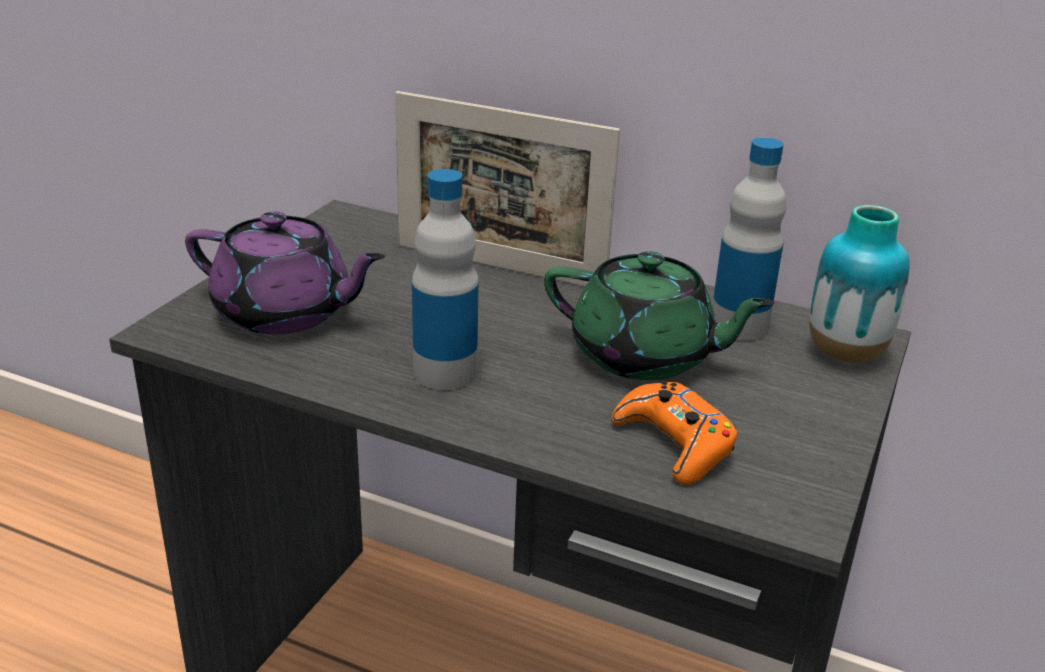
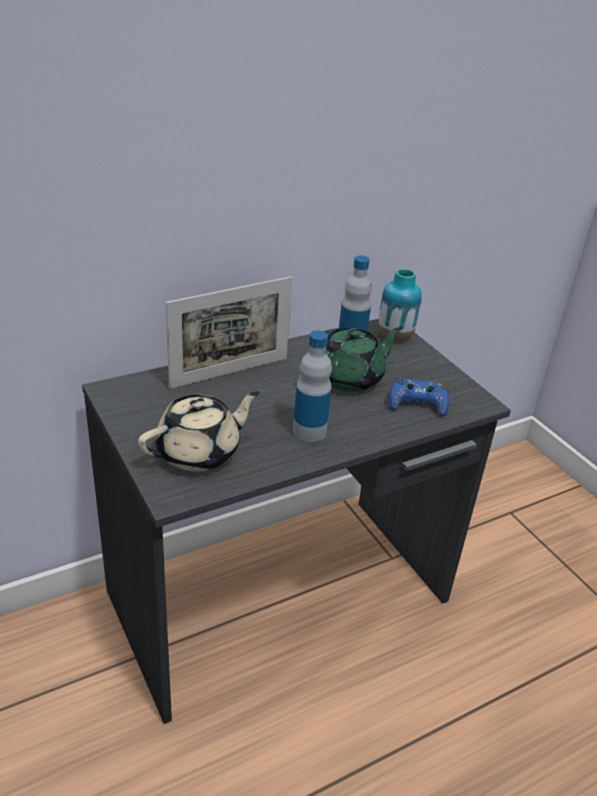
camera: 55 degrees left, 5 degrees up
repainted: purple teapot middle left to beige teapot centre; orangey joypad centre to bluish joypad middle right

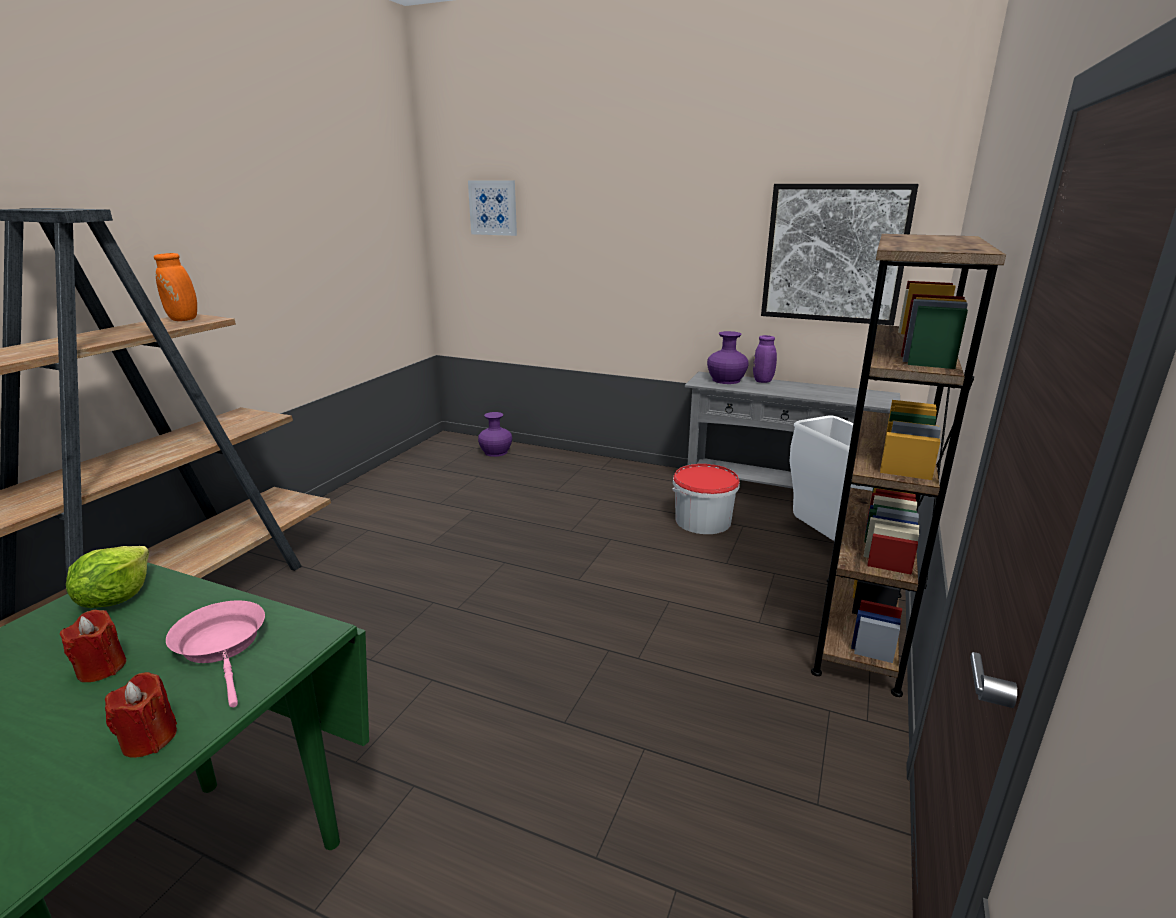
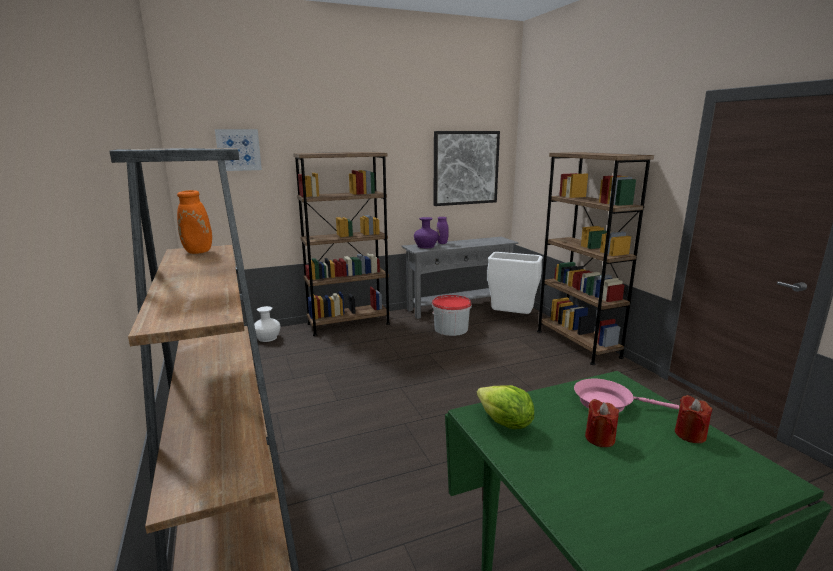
camera: 45 degrees left, 5 degrees down
new: brown-coloured bookshelf (no. 2 from left) centre
repainted: purple flower vase (no. 1 from left) centre to white flower vase middle left

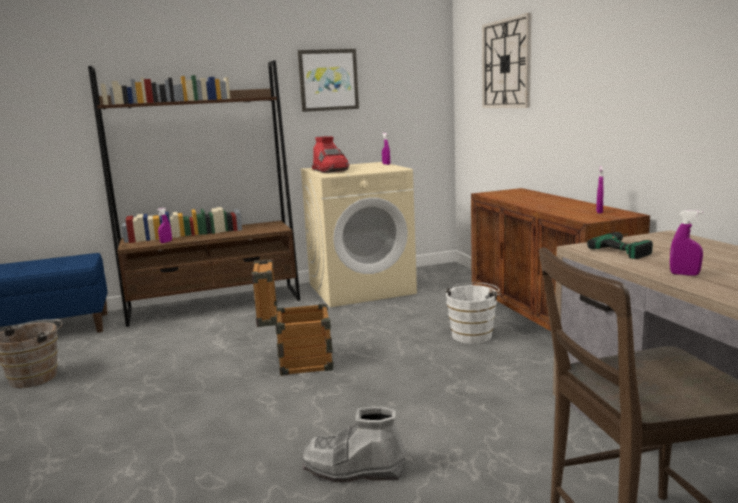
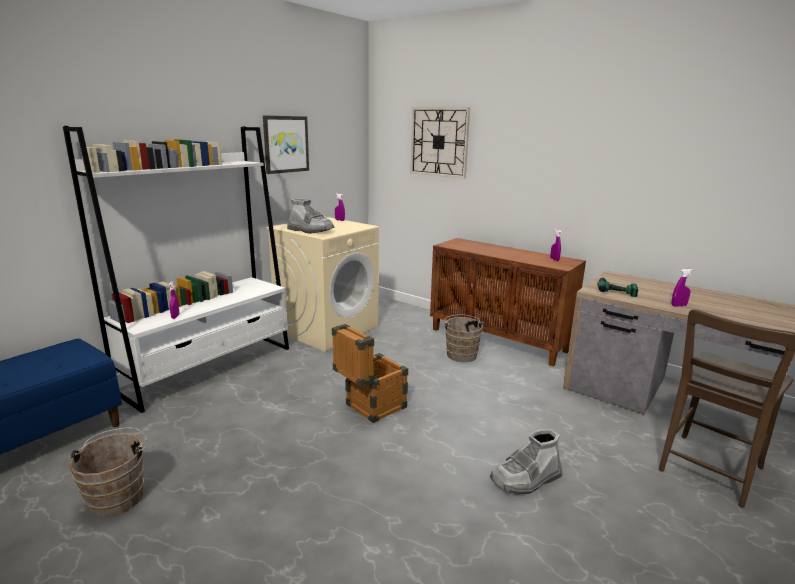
camera: 35 degrees left, 5 degrees up
repainted: brown-coloured bookshelf middle left to white bookshelf middle left; red-coloured tall boot top centre to grey tall boot (no. 1 from left) centre; white water bucket centre to brown-coloured water bucket (no. 2 from left) centre

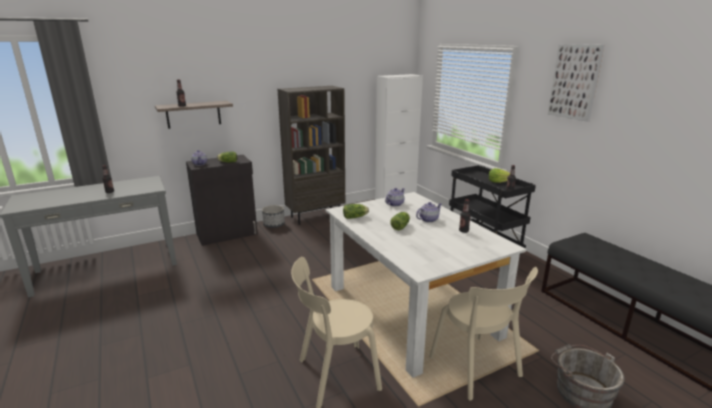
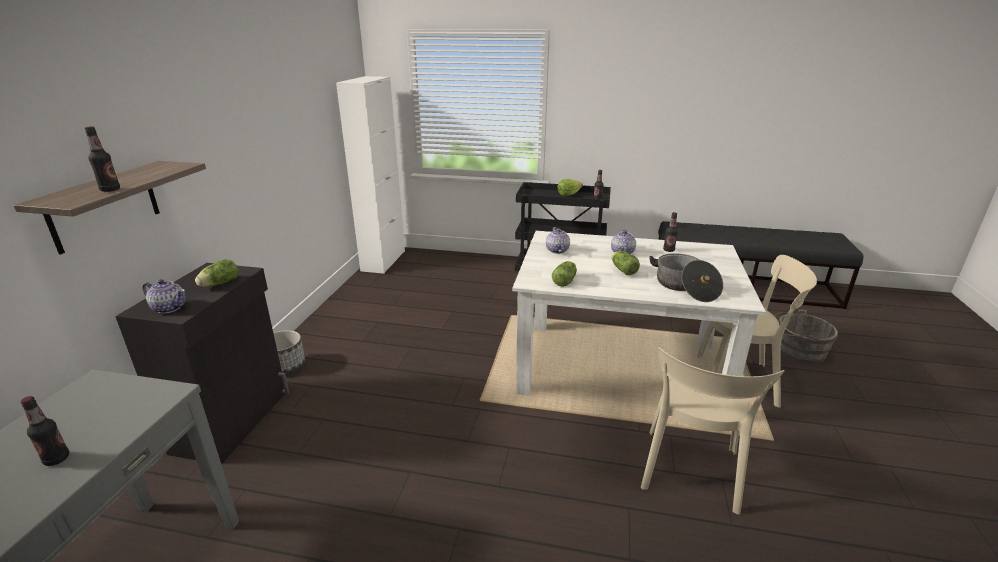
camera: 50 degrees left, 5 degrees up
gone: brown-coloured bookshelf centre; picture top right
new: saucepot middle right

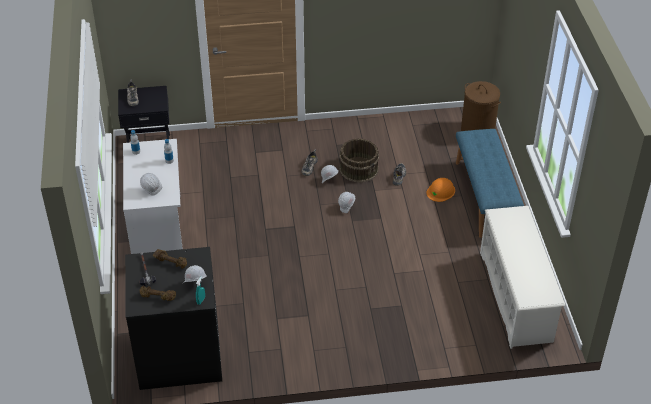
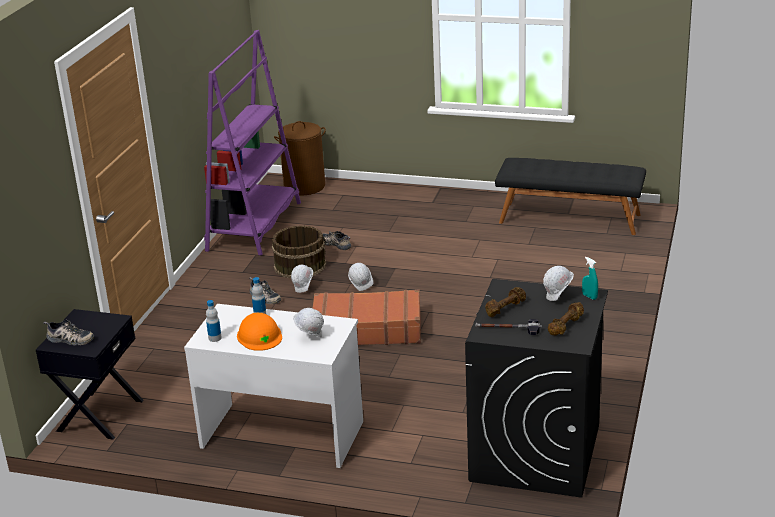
camera: 65 degrees left, 15 degrees down
gone: bluish bench middle right
new: purple bookshelf top left; brown-coloured travel case centre
shifted: orangey safety helmet middle right to centre
swapped: white shoe rack bottom right to black bench middle right

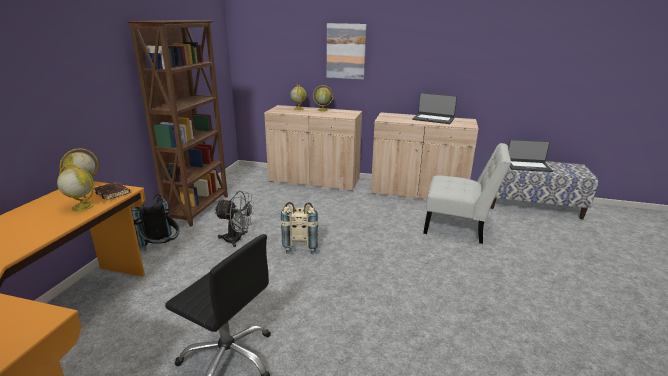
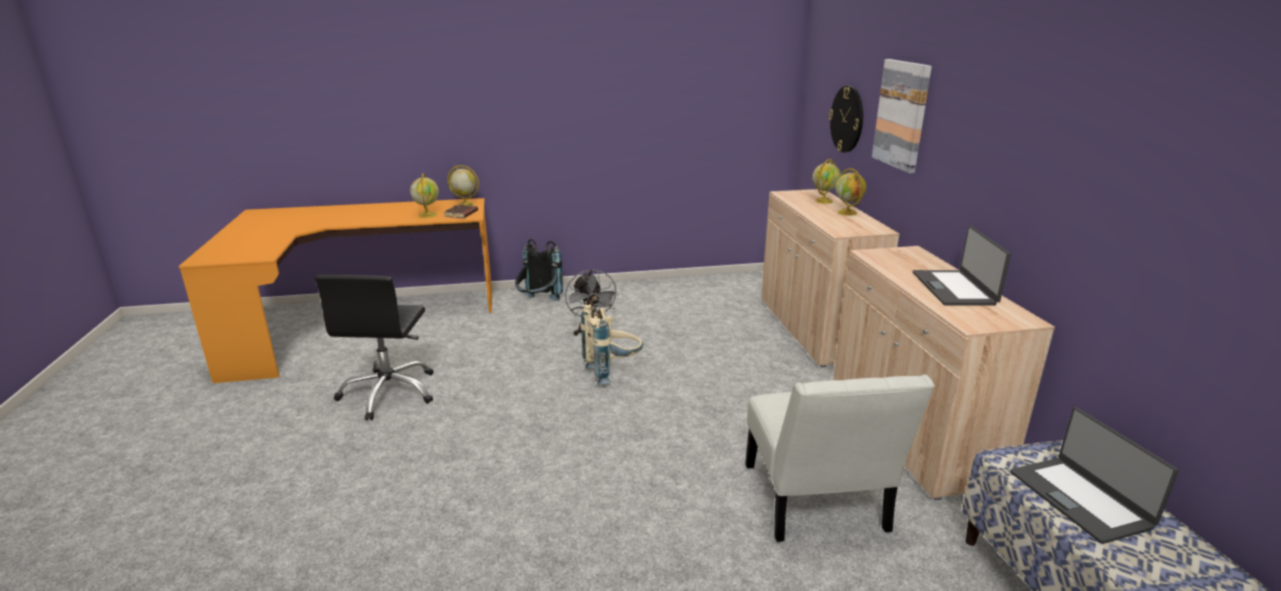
camera: 65 degrees right, 0 degrees up
gone: brown-coloured bookshelf top left
new: clock on the wall top centre

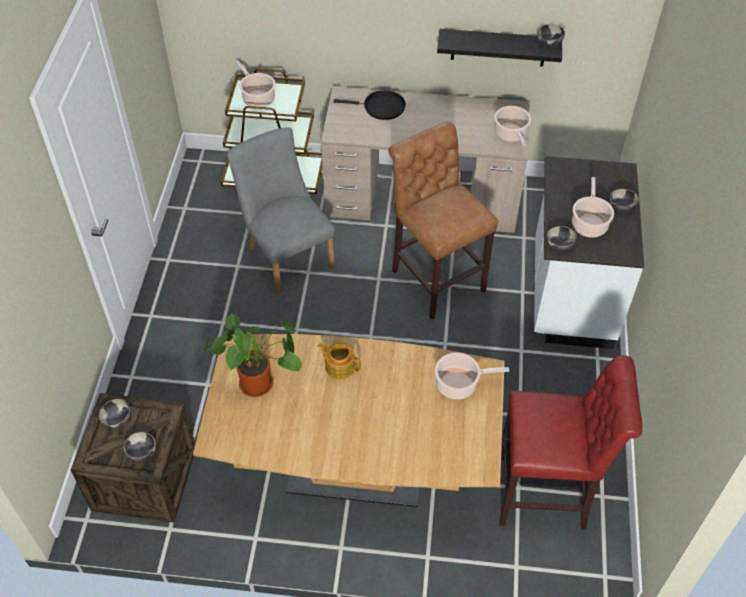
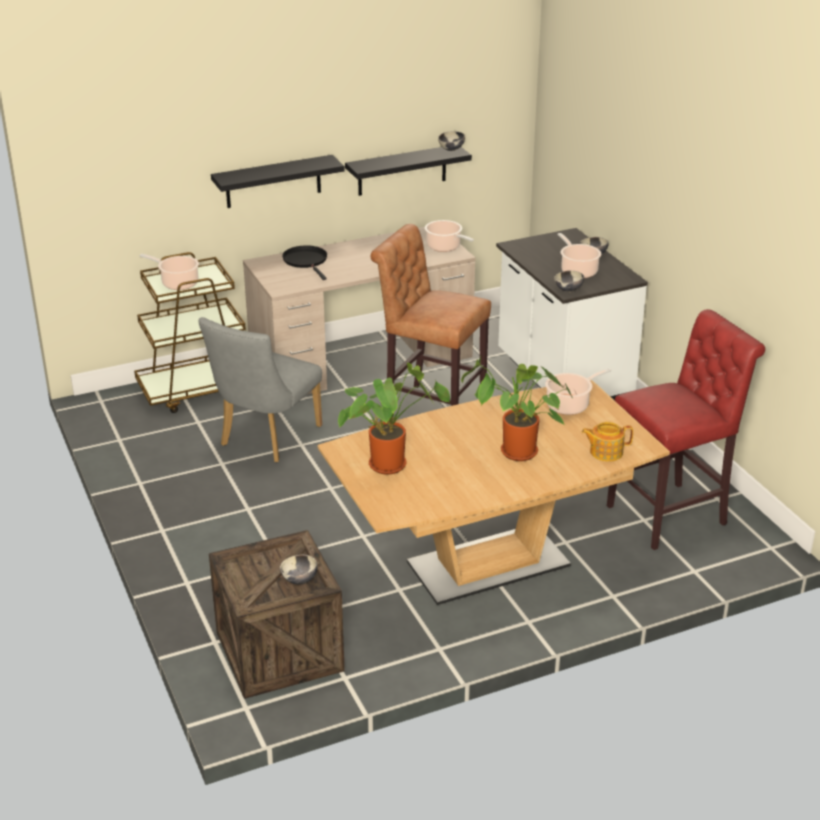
camera: 30 degrees left, 20 degrees down
gone: deep dish (no. 1 from left) bottom left
new: black shelf (no. 1 from left) top centre; potted plant (no. 2 from left) centre
shifted: teapot centre to middle right
rotated: grey upright chair centre = middle left 90 degrees counterclockwise; black skillet top centre = top centre 90 degrees counterclockwise

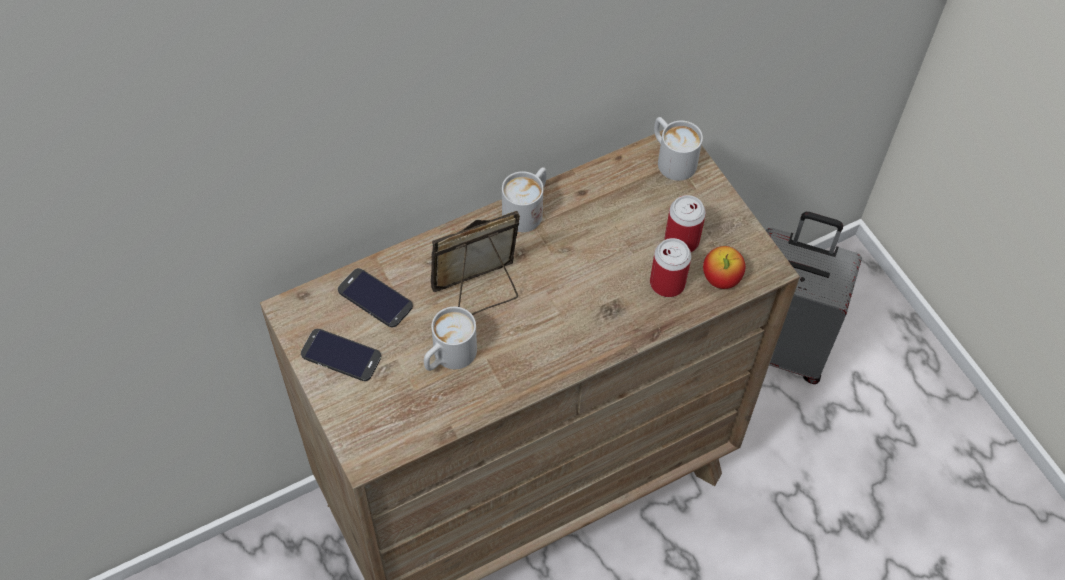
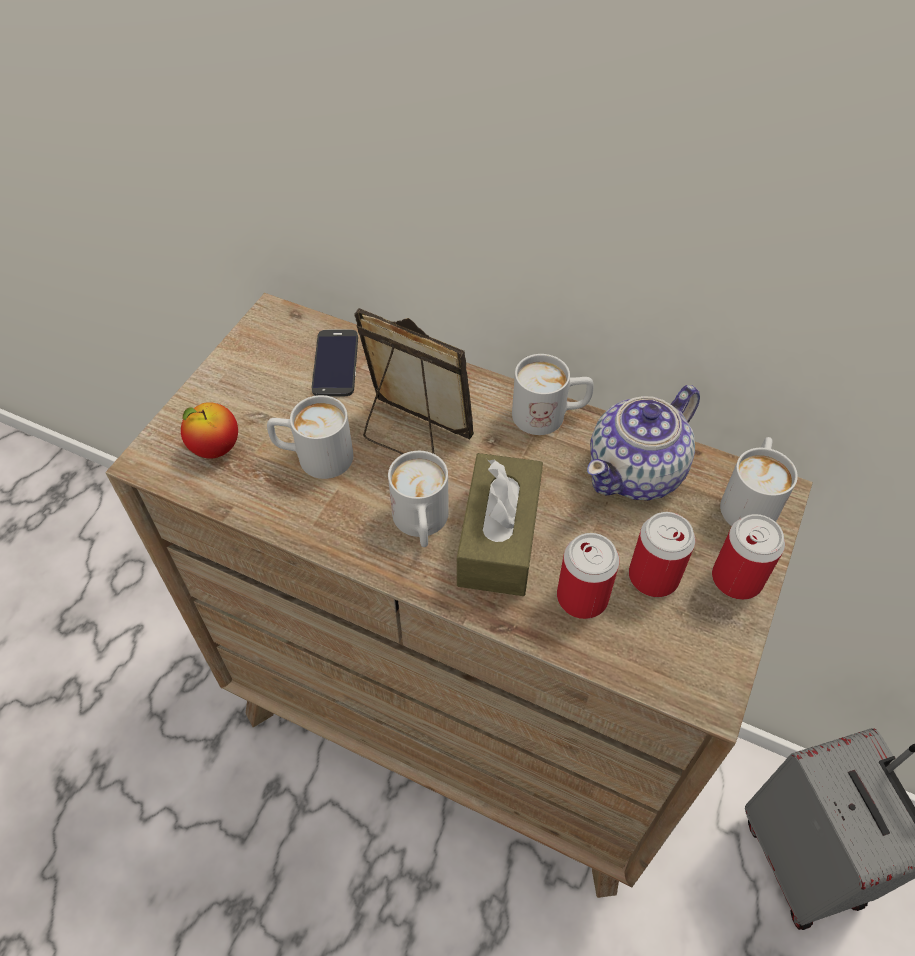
camera: 55 degrees right, 5 degrees down
gone: handset (no. 1 from left) middle left
new: white coffee mug (no. 2 from left) centre; brown-coloured box of tissues centre; teapot middle right; sealed can (no. 3 from left) middle right
shifted: apple middle right to middle left

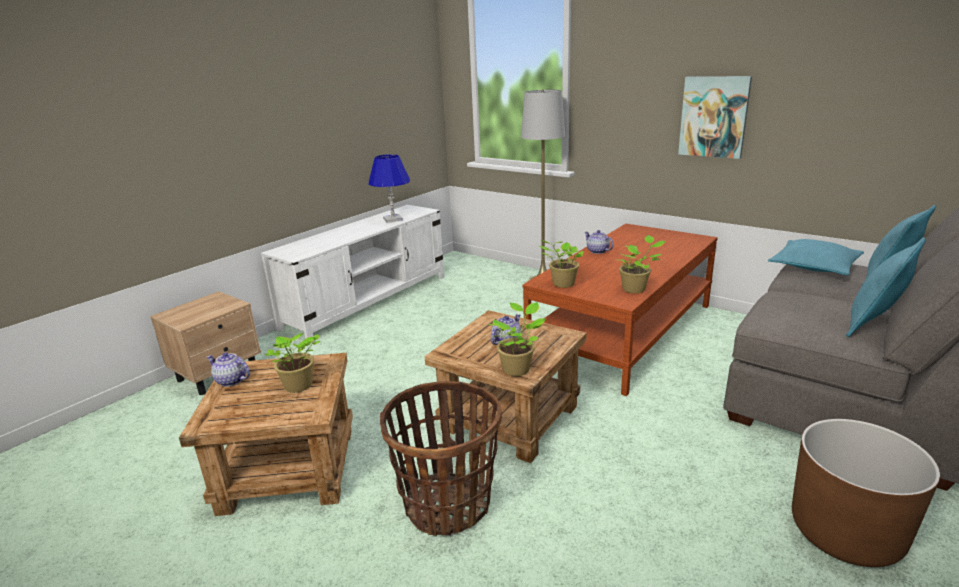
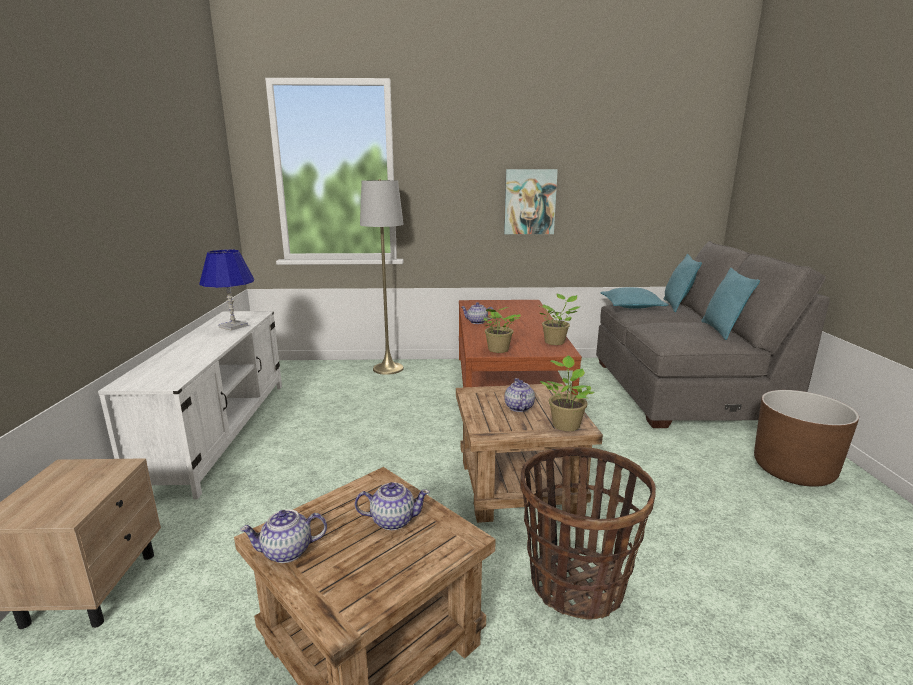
camera: 40 degrees left, 5 degrees down
swapped: potted plant (no. 1 from left) middle left to teapot (no. 2 from left) bottom centre

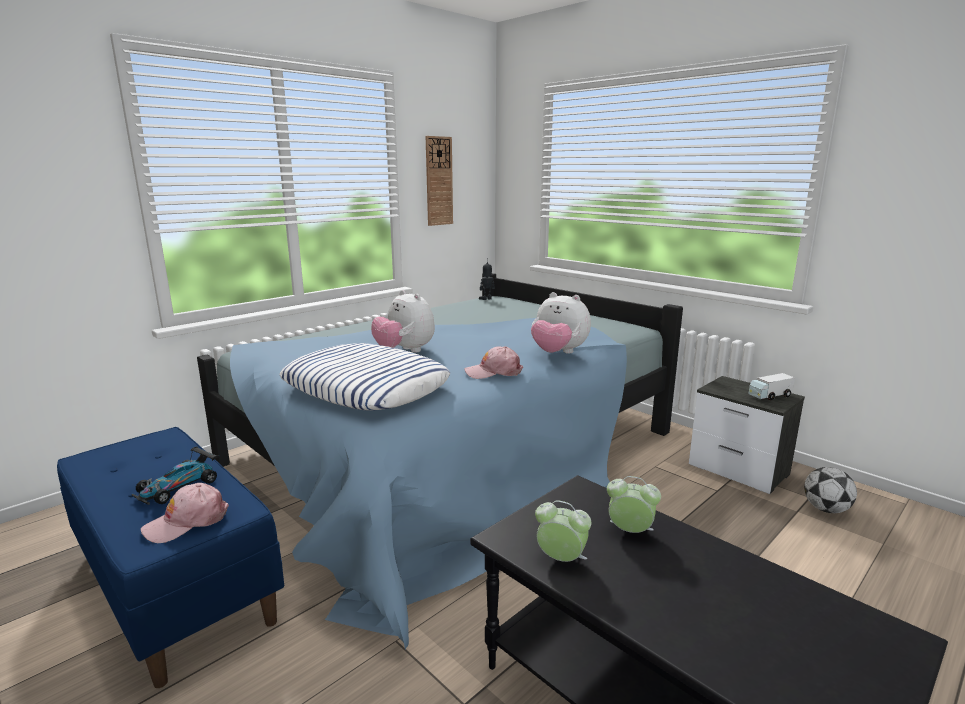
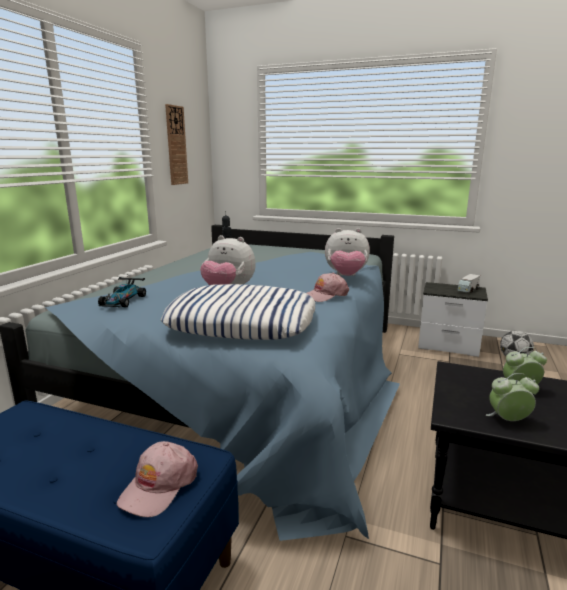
camera: 25 degrees left, 0 degrees up
shifted: model car bottom left to middle left

